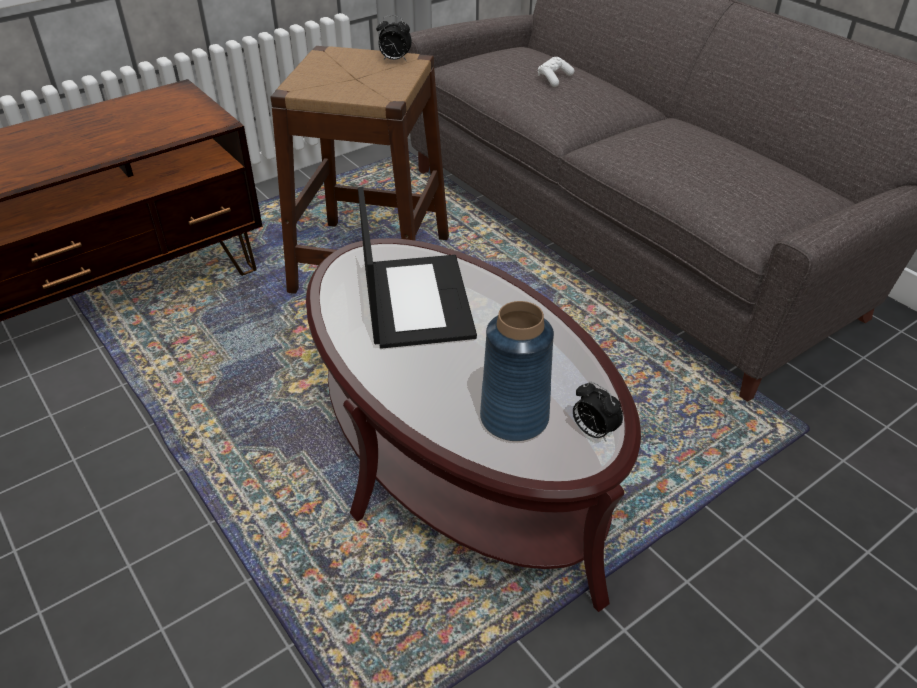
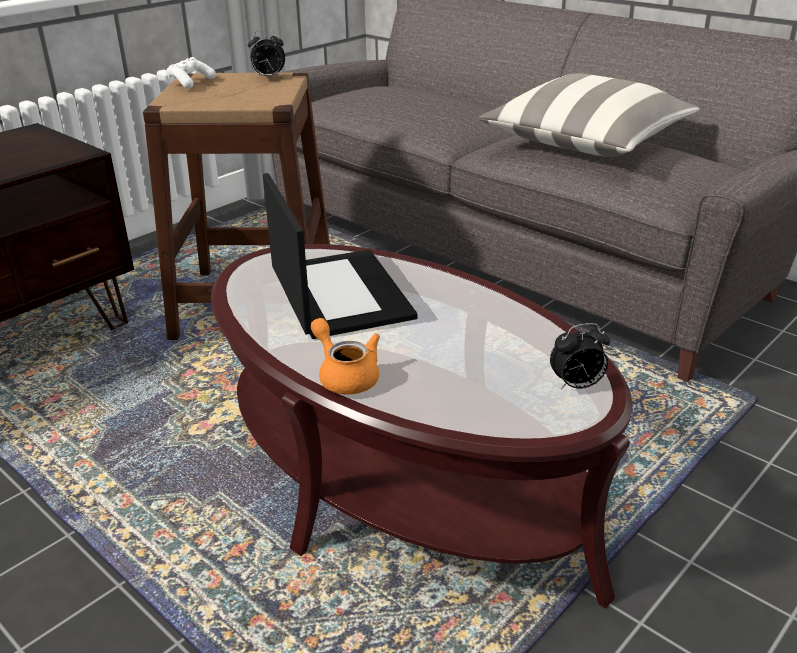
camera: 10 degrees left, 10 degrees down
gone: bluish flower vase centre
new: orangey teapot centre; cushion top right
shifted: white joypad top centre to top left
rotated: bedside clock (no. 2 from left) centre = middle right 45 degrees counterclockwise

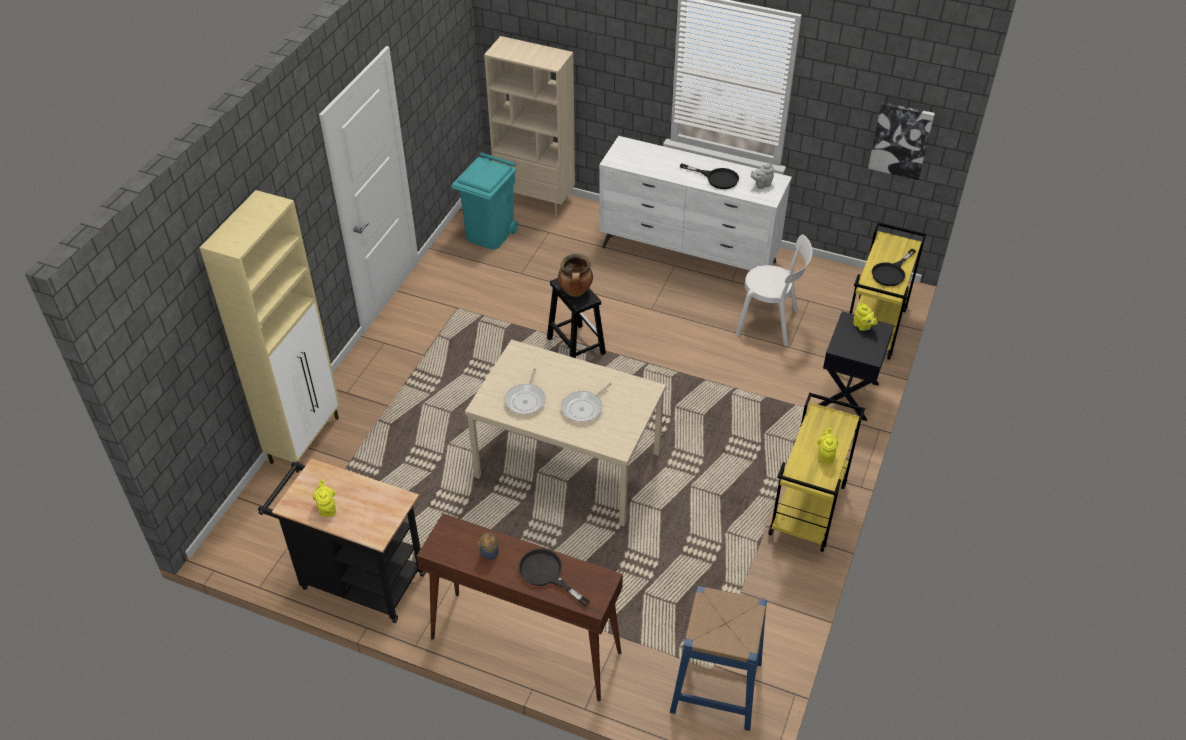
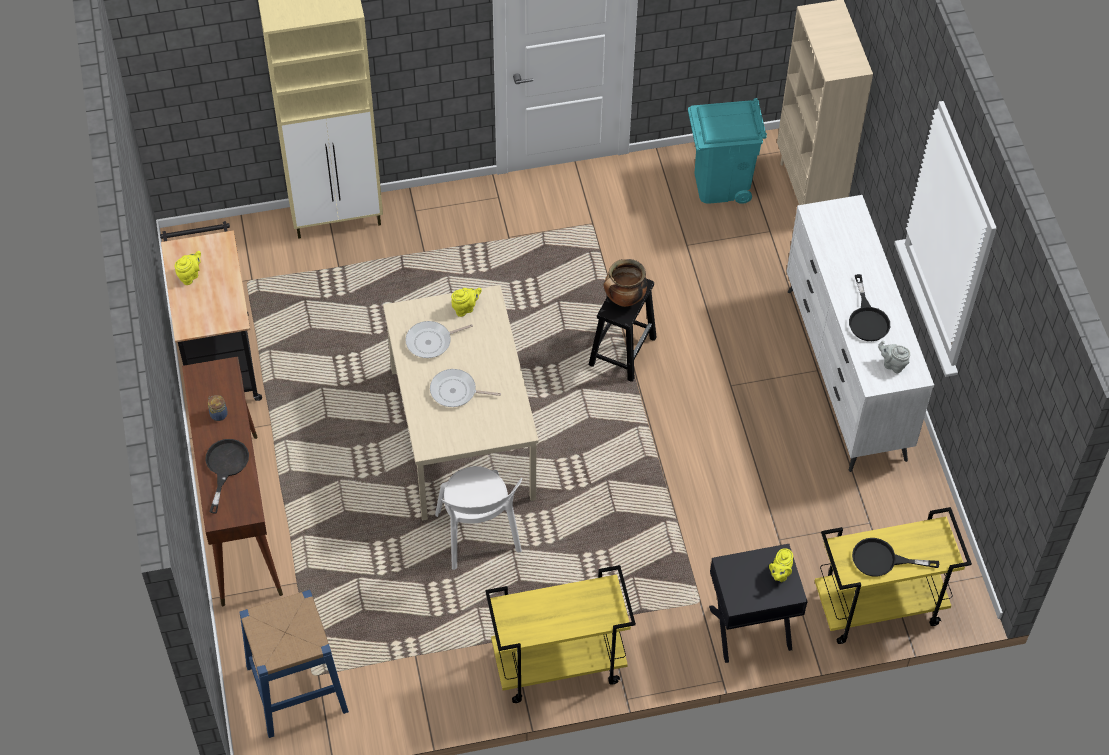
camera: 55 degrees right, 10 degrees up
gone: picture top right
shifted: white upright chair centre to bottom centre; yellow teapot (no. 2 from left) middle right to centre

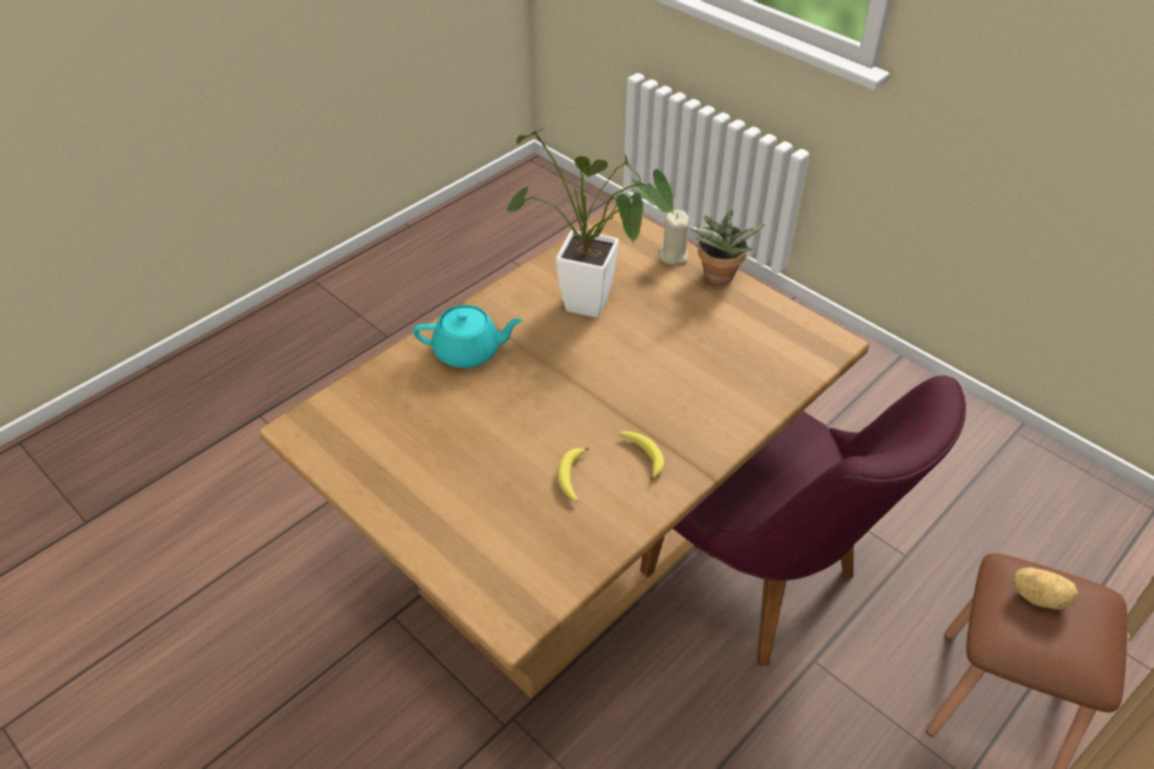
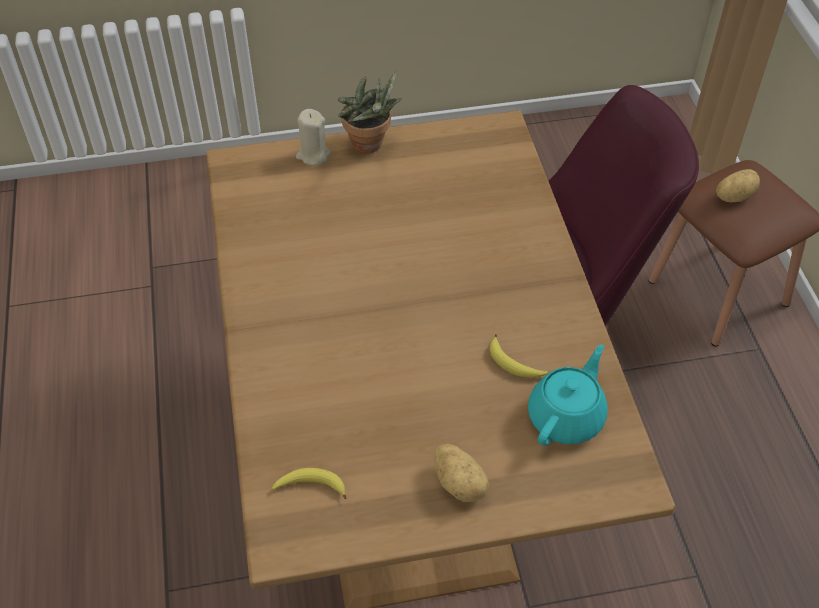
camera: 55 degrees left, 5 degrees up
gone: potted plant (no. 1 from left) top centre
new: whole potato (no. 1 from left) bottom centre
shifted: blue-green teapot centre to middle right; banana (no. 2 from left in the first image) centre to banana (no. 1 from left) bottom centre

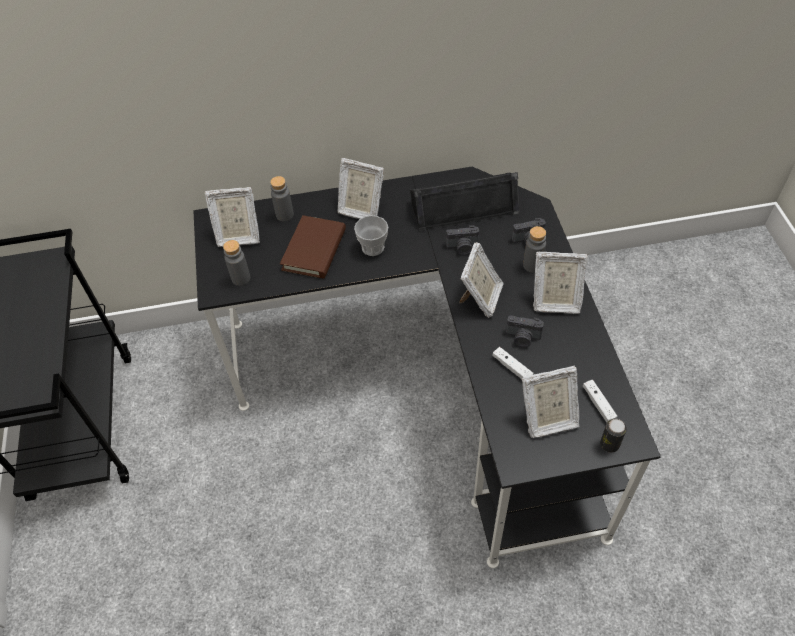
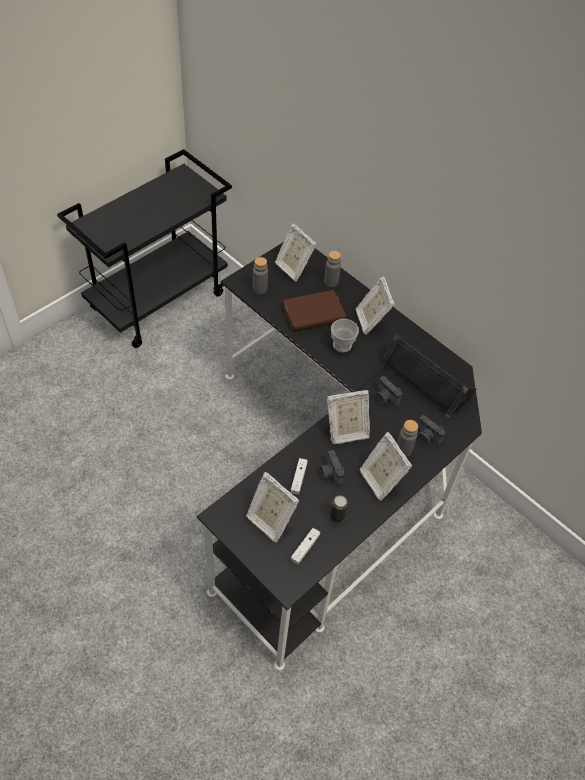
camera: 50 degrees right, 0 degrees up
shifted: sealed can bottom right to centre

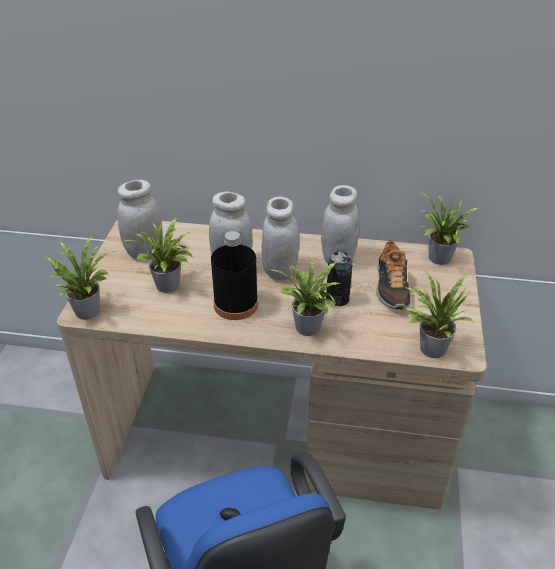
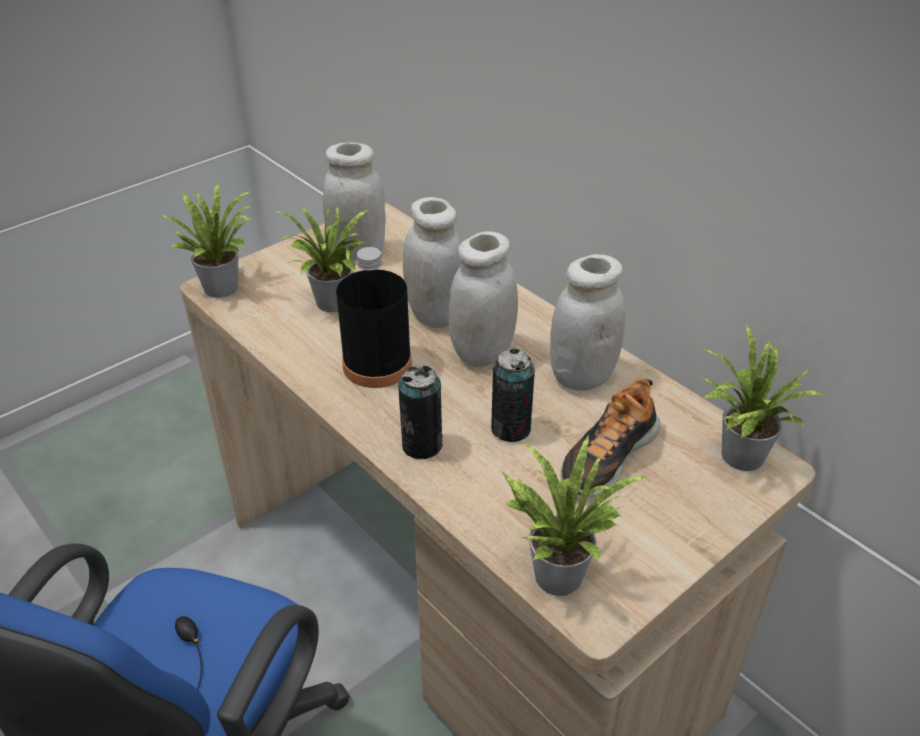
camera: 40 degrees right, 0 degrees up
swapped: potted plant (no. 3 from left) centre to sealed can (no. 1 from left) centre

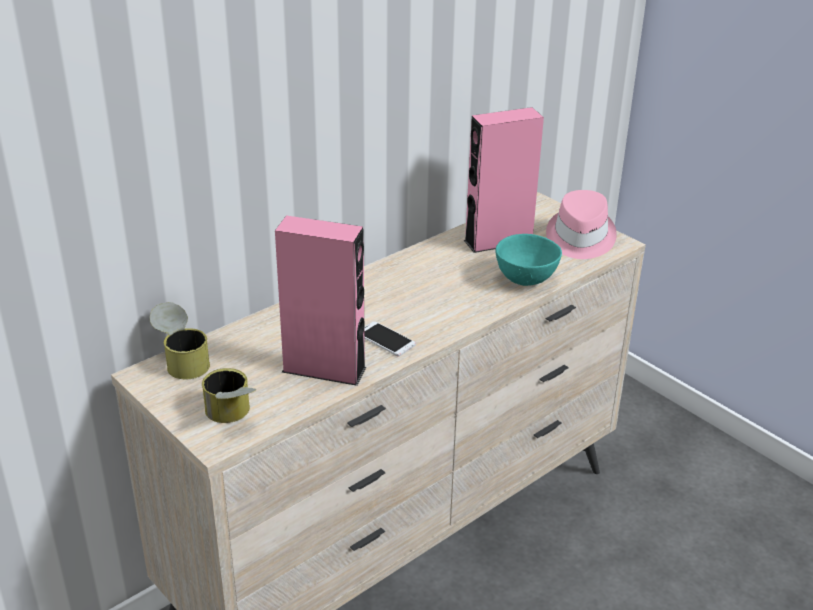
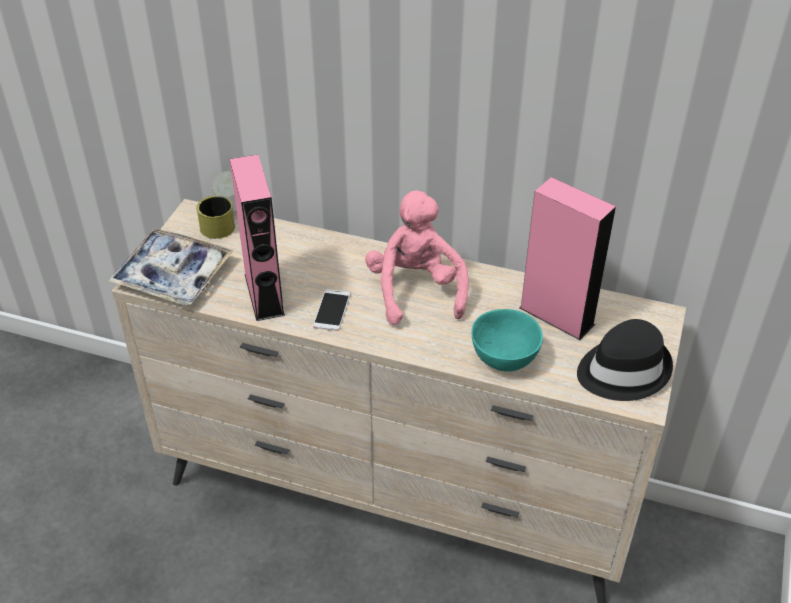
camera: 60 degrees right, 10 degrees up
new: pink cuddly toy centre
swapped: sealed can (no. 2 from left) middle left to carrying tray middle left
repainted: pink hat middle right to black hat middle right

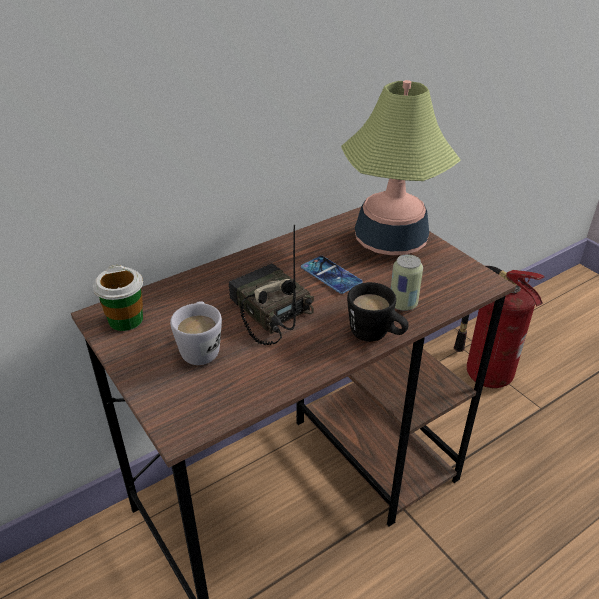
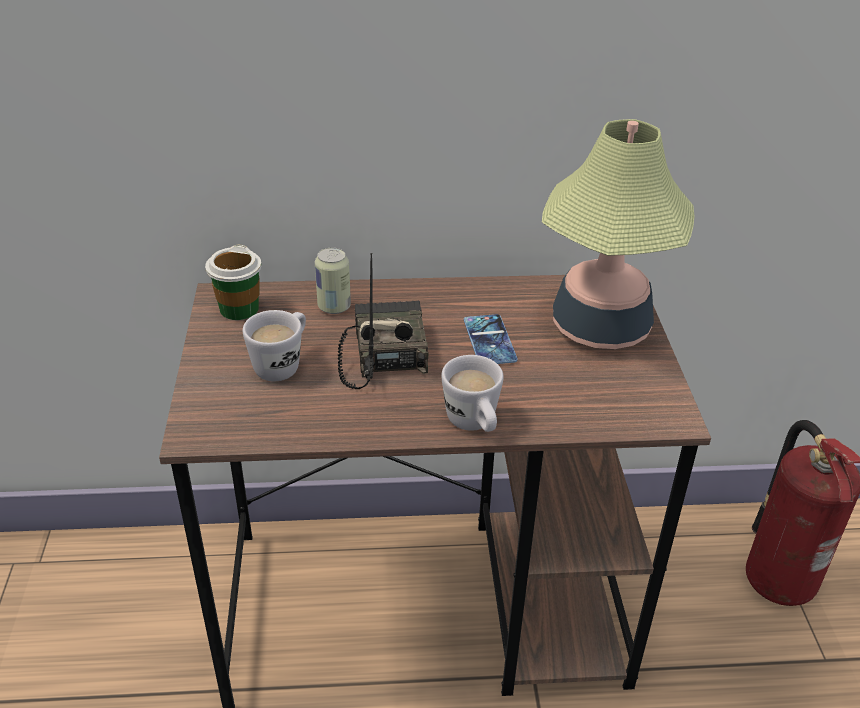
camera: 30 degrees right, 0 degrees up
shifted: sealed can middle right to centre
repainted: black coffee mug centre to white coffee mug (no. 2 from left) centre

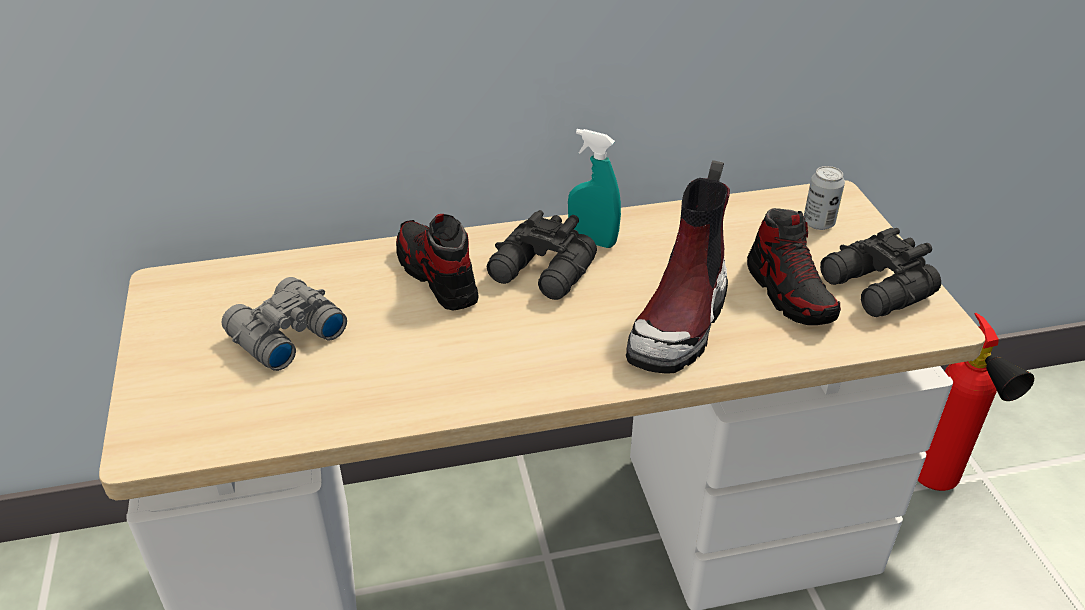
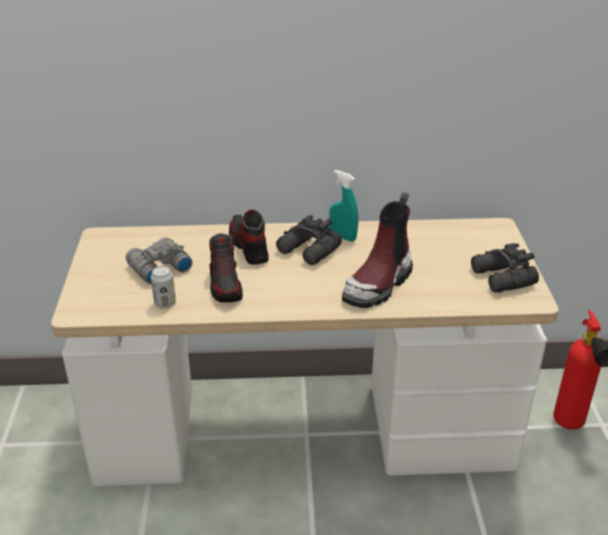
camera: 10 degrees right, 5 degrees down
shifted: item of footwear (no. 2 from left in the first image) middle right to item of footwear (no. 1 from left) centre; sealed can top right to middle left

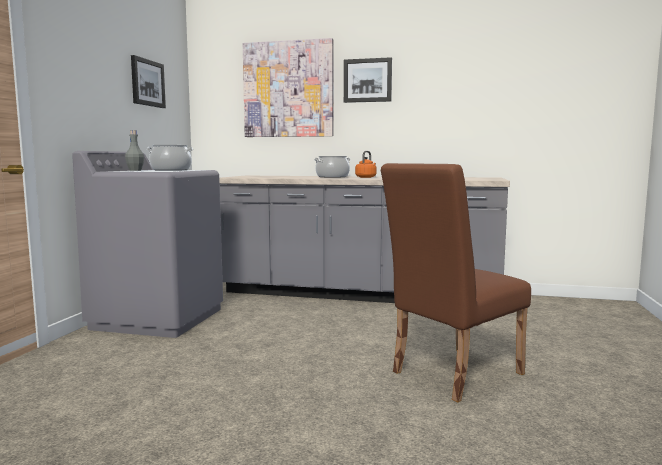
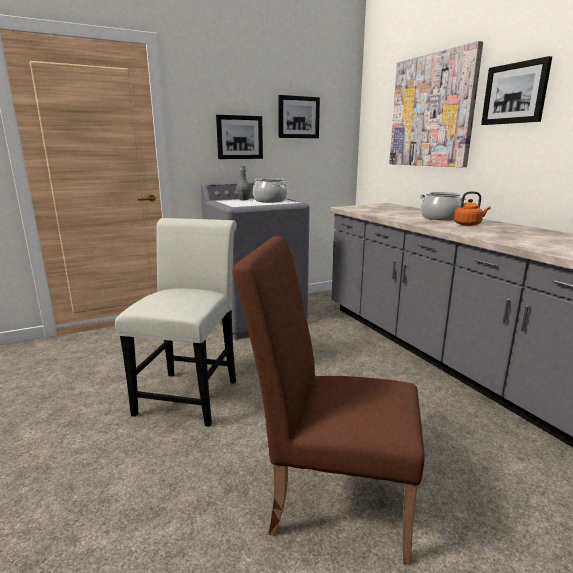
camera: 50 degrees right, 10 degrees up
new: white upright chair middle left; picture (no. 1 from left) top centre

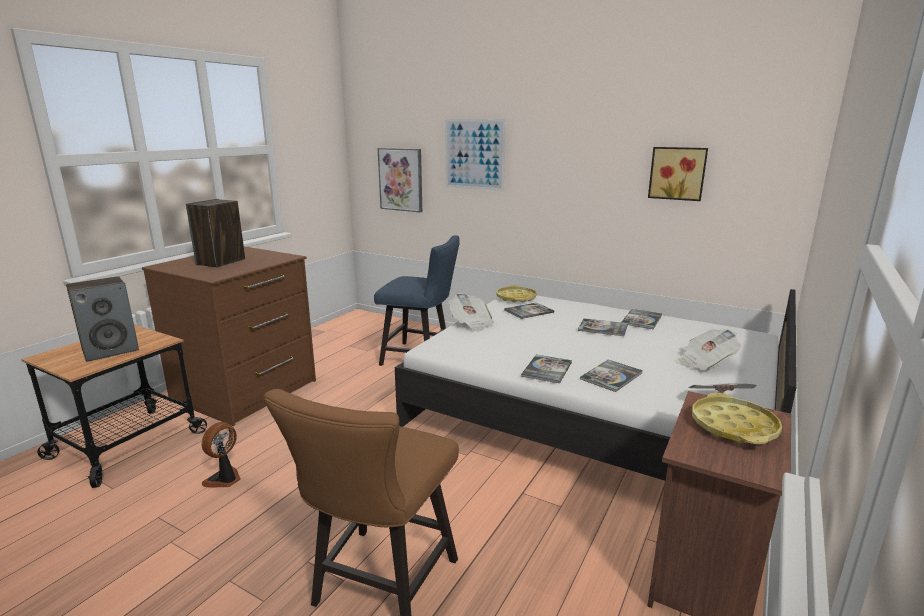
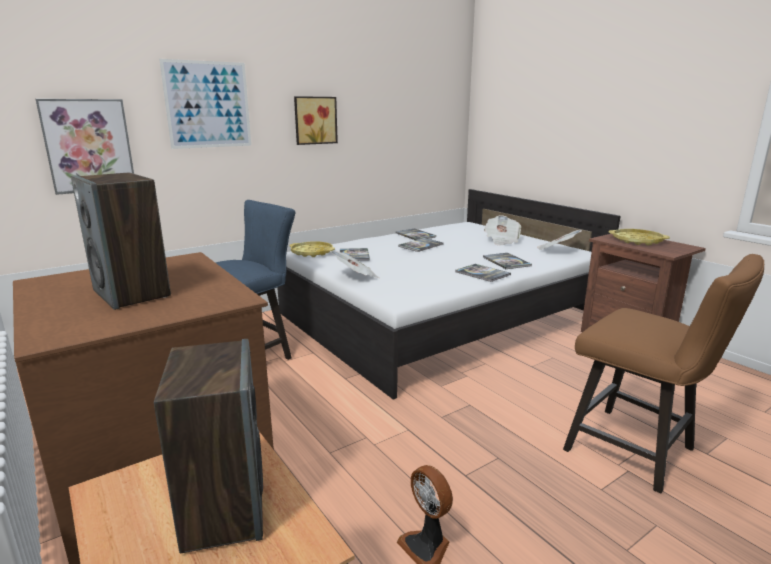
camera: 65 degrees left, 0 degrees up
shifted: picture (no. 3 from left) top right to top centre

